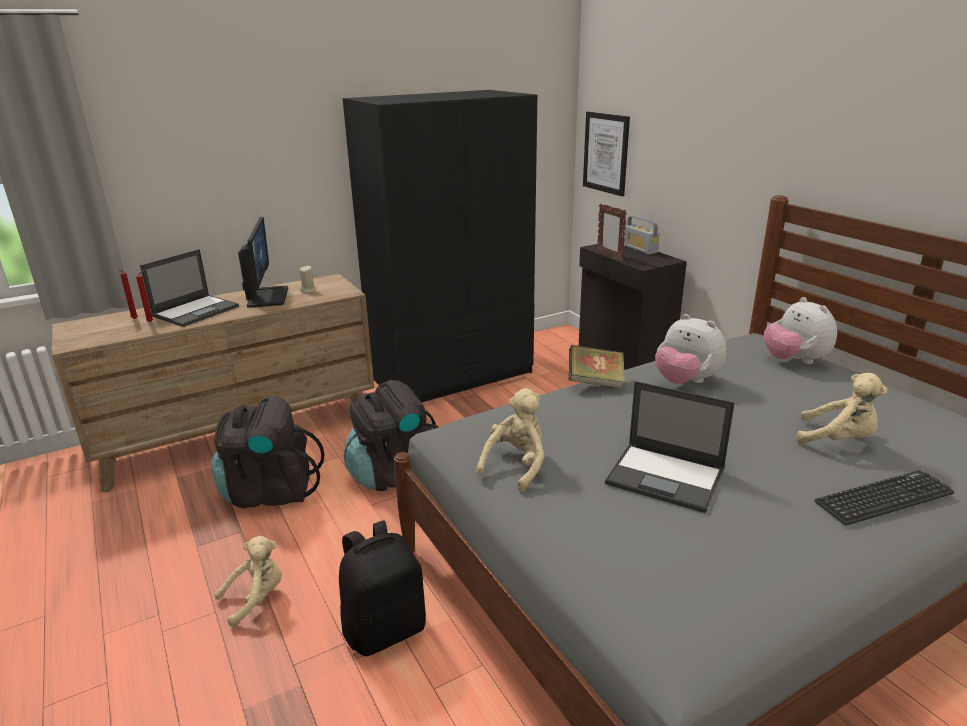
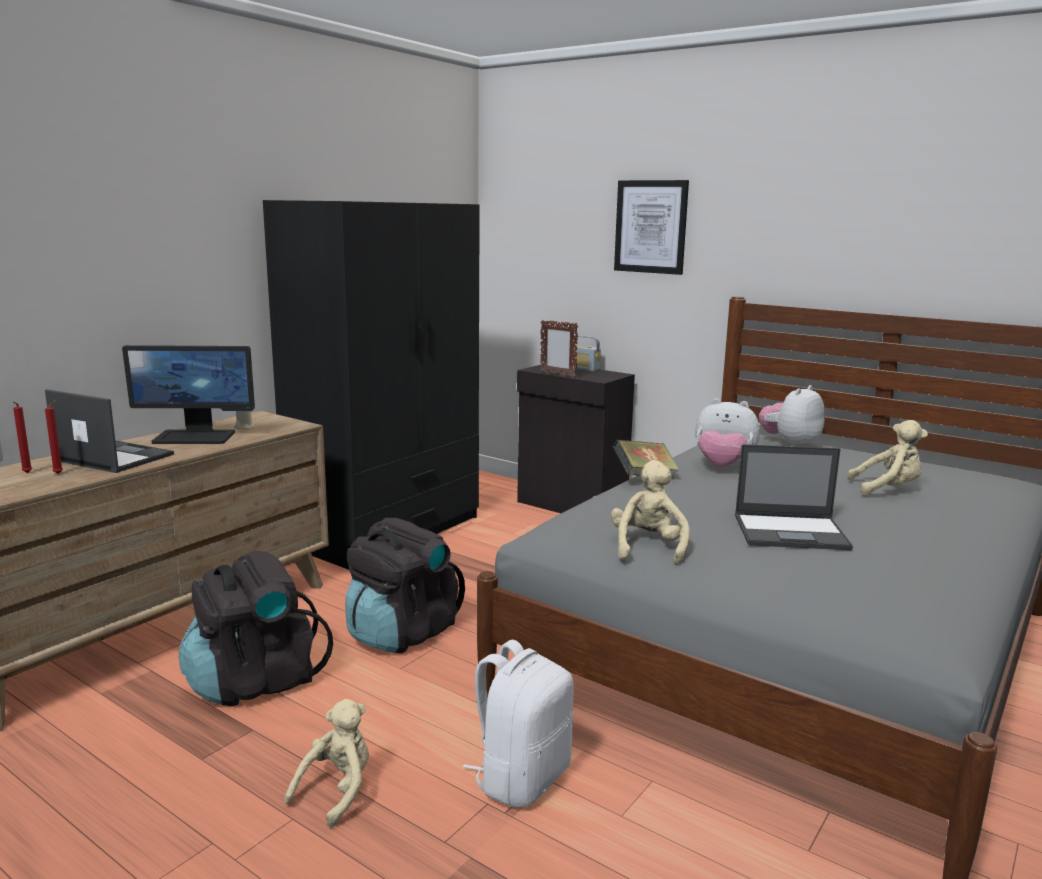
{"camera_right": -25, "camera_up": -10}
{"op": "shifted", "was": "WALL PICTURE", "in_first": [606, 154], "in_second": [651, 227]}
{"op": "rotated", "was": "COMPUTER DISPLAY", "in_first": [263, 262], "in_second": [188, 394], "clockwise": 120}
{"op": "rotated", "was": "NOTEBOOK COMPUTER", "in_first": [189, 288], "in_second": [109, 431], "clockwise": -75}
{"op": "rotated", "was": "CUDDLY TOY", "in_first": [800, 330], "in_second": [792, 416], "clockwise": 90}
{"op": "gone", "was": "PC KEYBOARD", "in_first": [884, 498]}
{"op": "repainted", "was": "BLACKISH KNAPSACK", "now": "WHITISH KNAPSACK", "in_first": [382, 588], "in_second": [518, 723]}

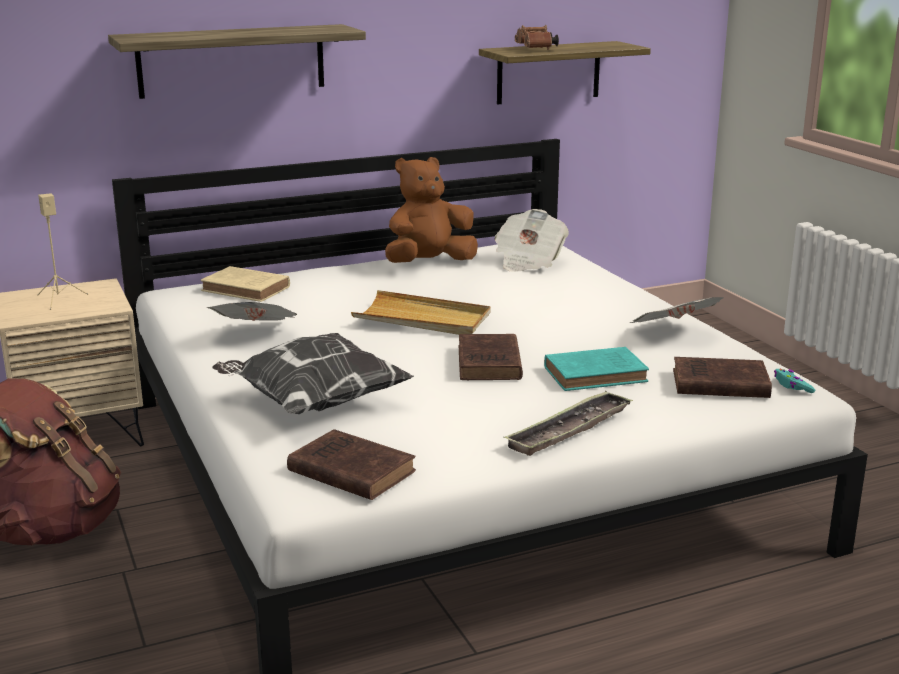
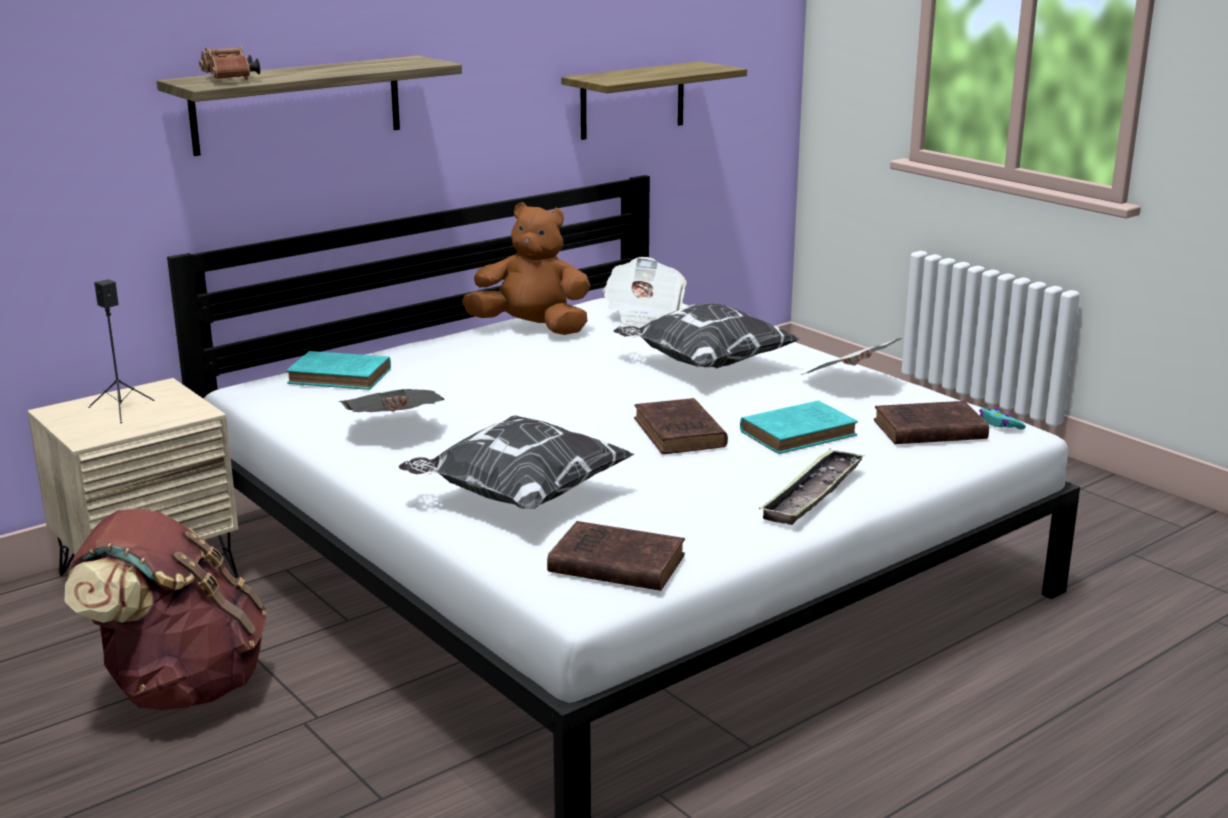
{"camera_right": -15, "camera_up": 0}
{"op": "shifted", "was": "BROWNISH BINOCULARS", "in_first": [537, 37], "in_second": [229, 62]}
{"op": "rotated", "was": "BROWNISH CUDDLY TOY", "in_first": [431, 210], "in_second": [526, 268], "clockwise": 60}
{"op": "repainted", "was": "BEIGE-COLOURED SPEAKER", "now": "BLACKISH SPEAKER", "in_first": [63, 251], "in_second": [121, 351]}
{"op": "repainted", "was": "BEIGE-COLOURED VOLUME", "now": "BLUE-GREEN VOLUME", "in_first": [245, 284], "in_second": [338, 370]}
{"op": "gone", "was": "BEIGE-COLOURED SERVING TRAY", "in_first": [421, 312]}
{"op": "new", "now": "PILLOW", "in_second": [706, 335]}

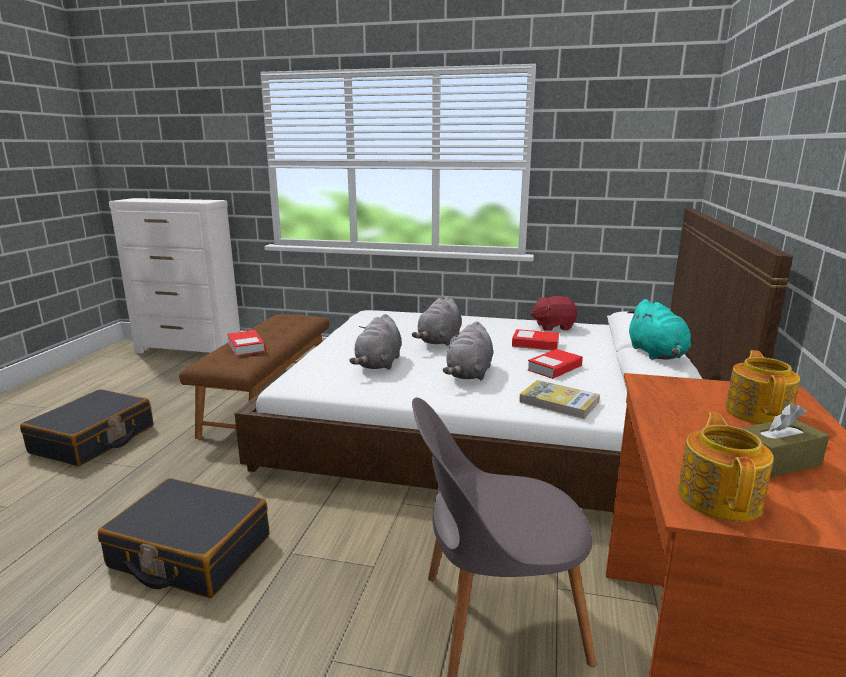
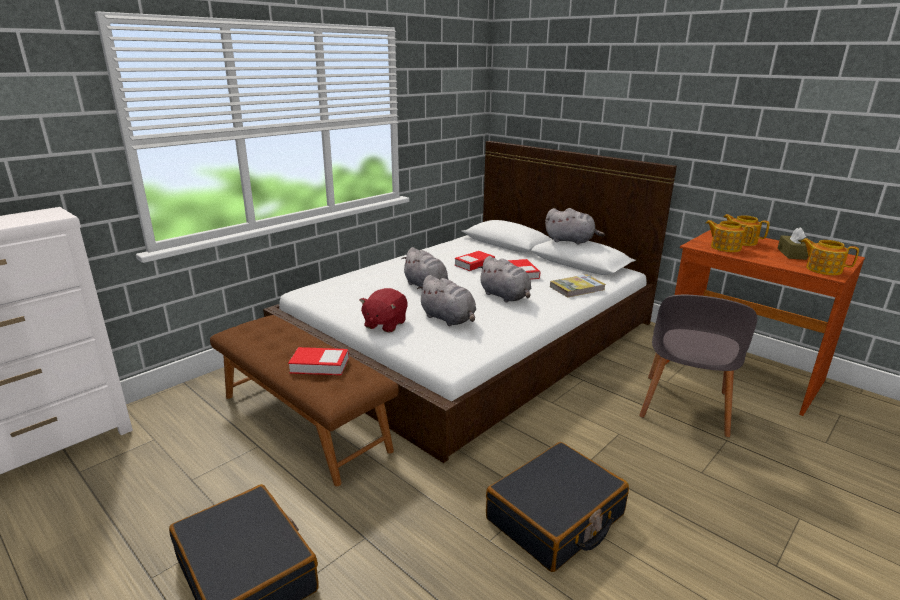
{"camera_right": -60, "camera_up": 5}
{"op": "shifted", "was": "RED CUDDLY TOY", "in_first": [553, 313], "in_second": [384, 310]}
{"op": "repainted", "was": "BLUE-GREEN CUDDLY TOY", "now": "GREY CUDDLY TOY", "in_first": [659, 329], "in_second": [575, 226]}
{"op": "new", "now": "TEAPOT", "in_second": [730, 236]}

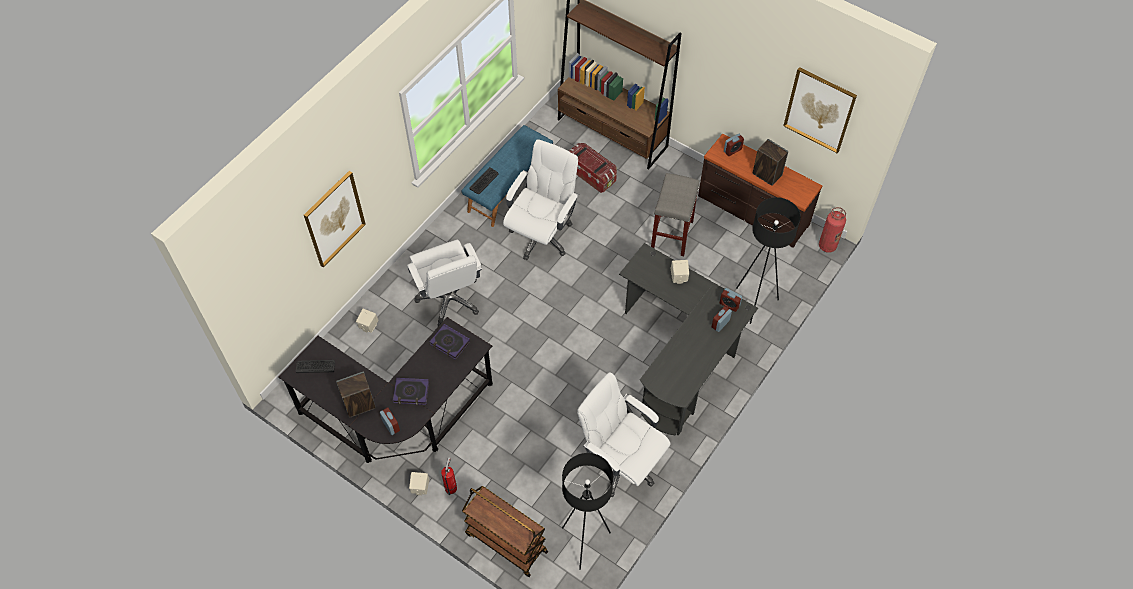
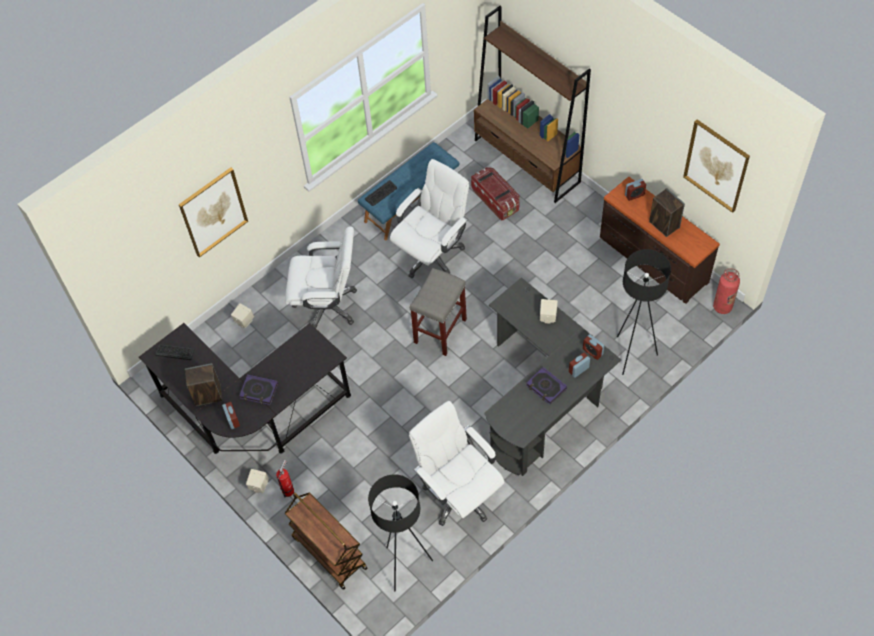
{"camera_right": 15, "camera_up": 0}
{"op": "shifted", "was": "GREY STOOL SEAT", "in_first": [675, 214], "in_second": [438, 312]}
{"op": "rotated", "was": "WHITISH COMPUTER CHAIR", "in_first": [444, 283], "in_second": [321, 277], "clockwise": -75}
{"op": "shifted", "was": "VOLUME", "in_first": [449, 342], "in_second": [546, 386]}

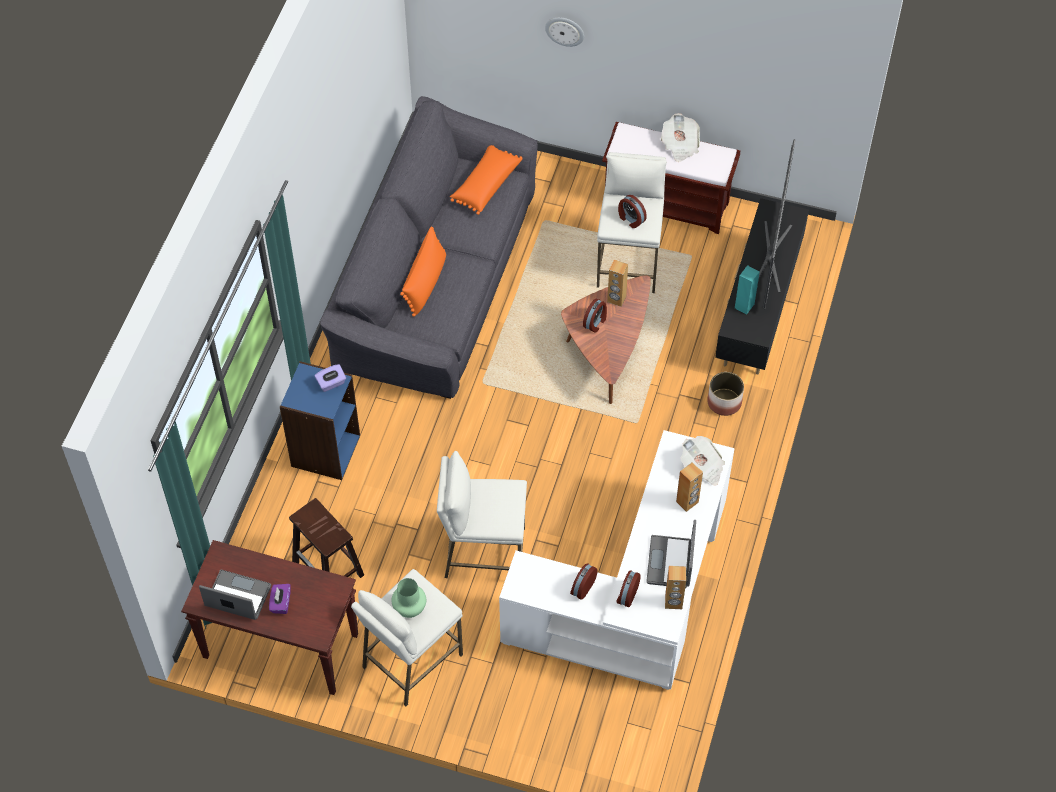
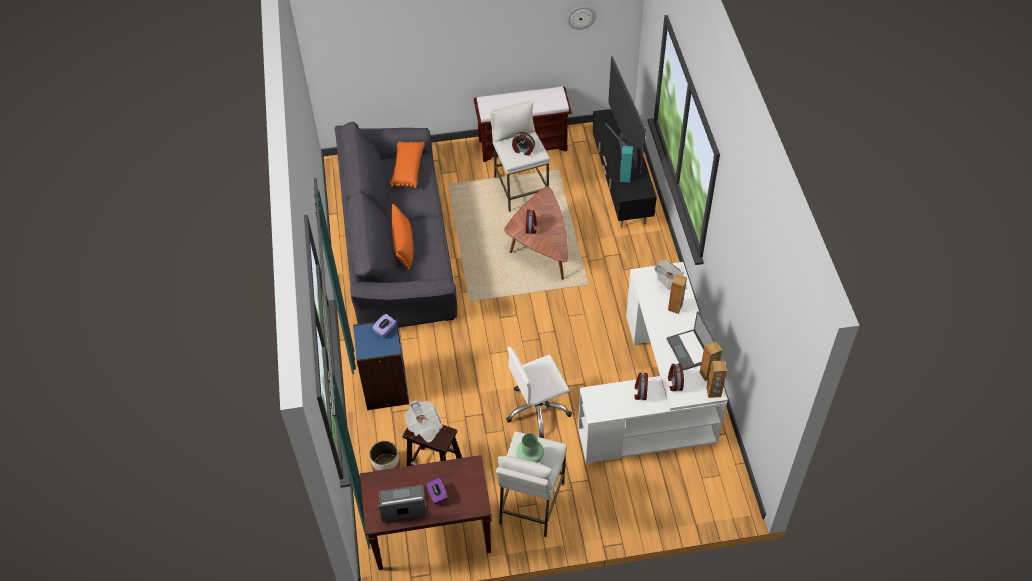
{"camera_right": -25, "camera_up": -5}
{"op": "shifted", "was": "WALL CLOCK", "in_first": [564, 32], "in_second": [581, 18]}
{"op": "shifted", "was": "PRINTED PAPER", "in_first": [680, 137], "in_second": [424, 421]}
{"op": "shifted", "was": "BROWNISH SPEAKER", "in_first": [617, 283], "in_second": [716, 379]}
{"op": "shifted", "was": "PLANT POT", "in_first": [725, 394], "in_second": [384, 456]}
{"op": "swapped", "was": "WHITISH STOOL SEAT", "now": "WHITISH COMPUTER CHAIR", "in_first": [482, 514], "in_second": [539, 392]}

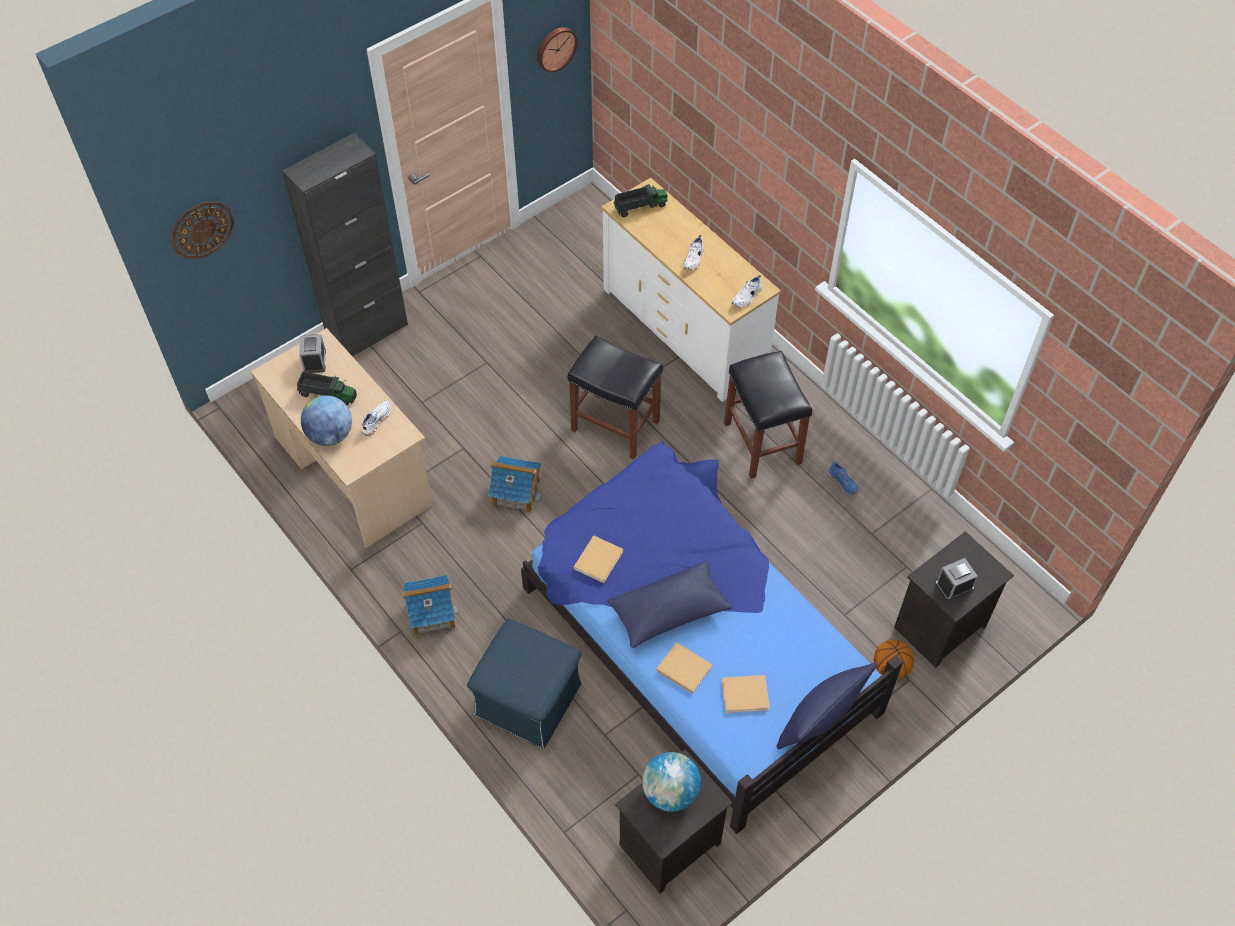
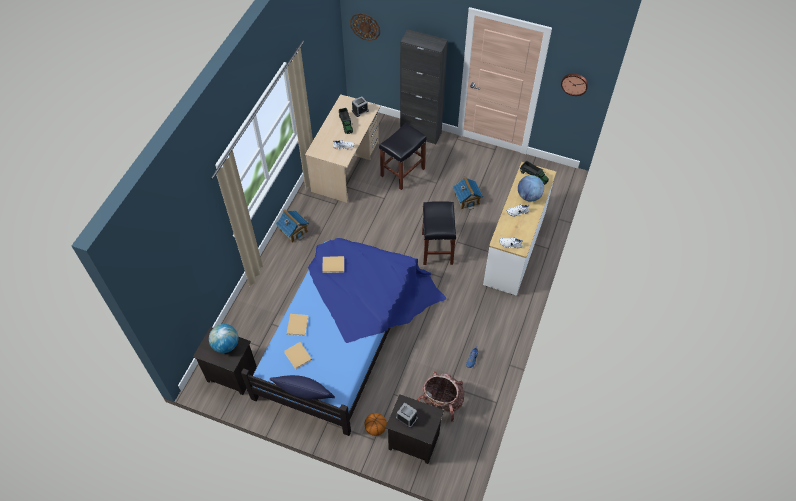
{"camera_right": 60, "camera_up": 0}
{"op": "shifted", "was": "BLACKISH STOOL SEAT", "in_first": [768, 415], "in_second": [403, 156]}
{"op": "shifted", "was": "GLOBE", "in_first": [326, 420], "in_second": [531, 188]}
{"op": "shifted", "was": "MINIATURE HOUSE", "in_first": [515, 484], "in_second": [468, 193]}
{"op": "gone", "was": "BLUE-COLOURED PILLOW", "in_first": [669, 604]}
{"op": "gone", "was": "BLUE-COLOURED FOOTREST", "in_first": [524, 684]}
{"op": "new", "now": "KNAPSACK", "in_second": [440, 396]}

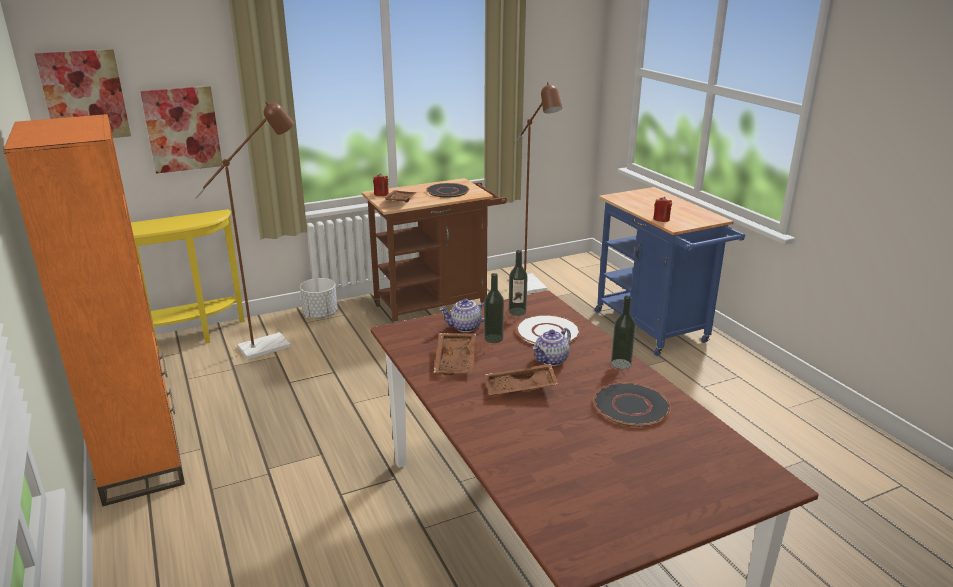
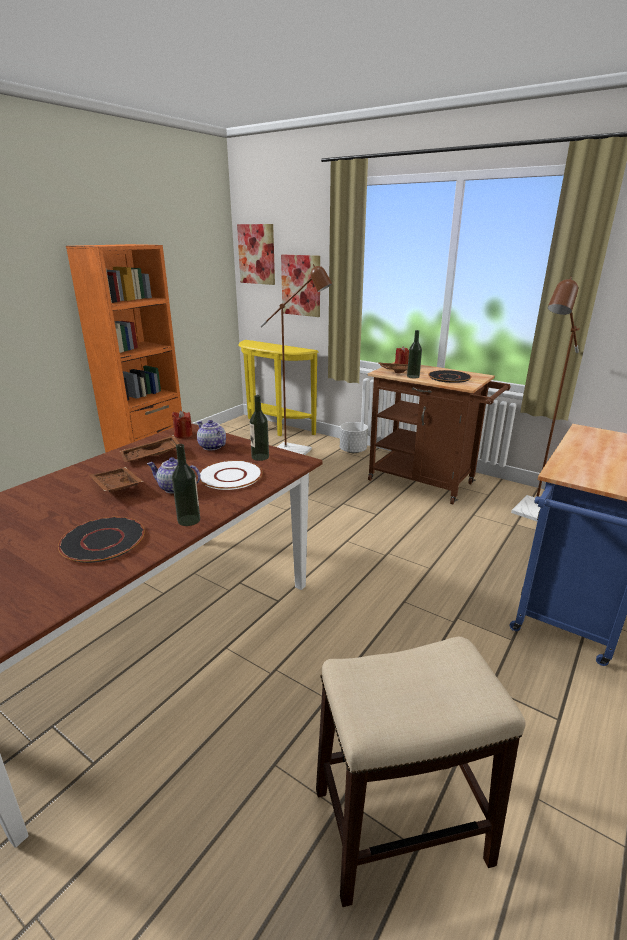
{"camera_right": 60, "camera_up": 0}
{"op": "shifted", "was": "RED WAX CANDLE", "in_first": [662, 209], "in_second": [182, 424]}
{"op": "shifted", "was": "BOTTLE", "in_first": [494, 308], "in_second": [414, 354]}
{"op": "new", "now": "STOOL SEAT", "in_second": [421, 771]}

